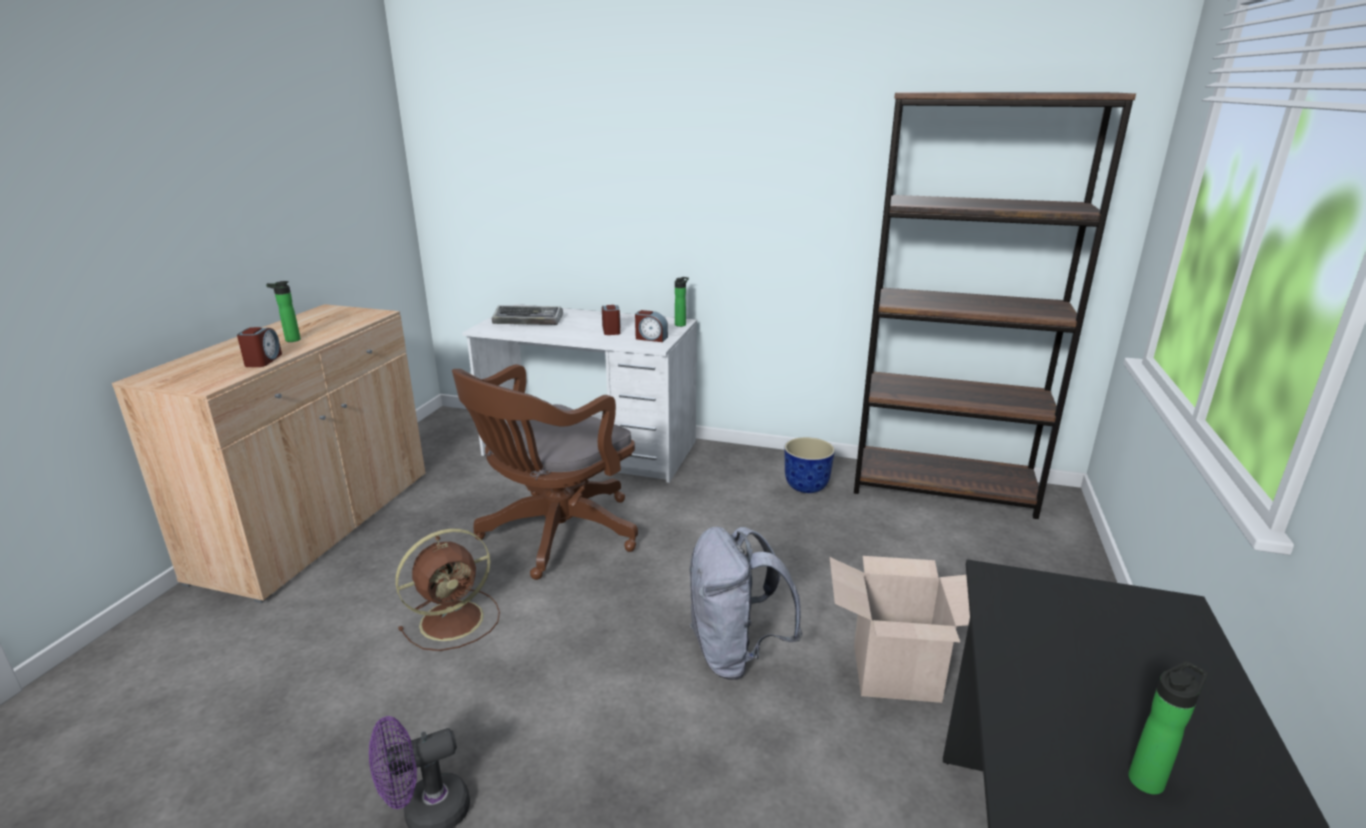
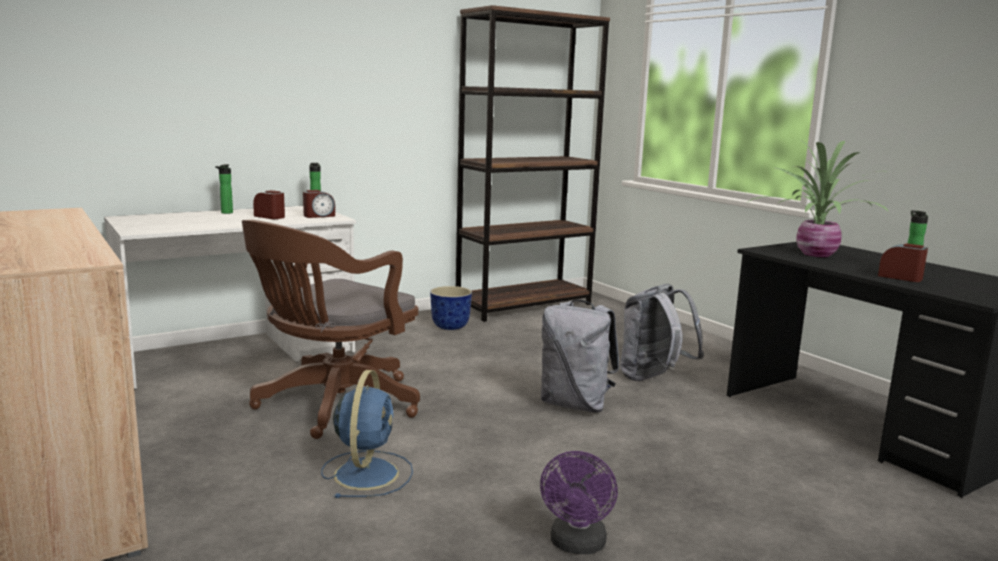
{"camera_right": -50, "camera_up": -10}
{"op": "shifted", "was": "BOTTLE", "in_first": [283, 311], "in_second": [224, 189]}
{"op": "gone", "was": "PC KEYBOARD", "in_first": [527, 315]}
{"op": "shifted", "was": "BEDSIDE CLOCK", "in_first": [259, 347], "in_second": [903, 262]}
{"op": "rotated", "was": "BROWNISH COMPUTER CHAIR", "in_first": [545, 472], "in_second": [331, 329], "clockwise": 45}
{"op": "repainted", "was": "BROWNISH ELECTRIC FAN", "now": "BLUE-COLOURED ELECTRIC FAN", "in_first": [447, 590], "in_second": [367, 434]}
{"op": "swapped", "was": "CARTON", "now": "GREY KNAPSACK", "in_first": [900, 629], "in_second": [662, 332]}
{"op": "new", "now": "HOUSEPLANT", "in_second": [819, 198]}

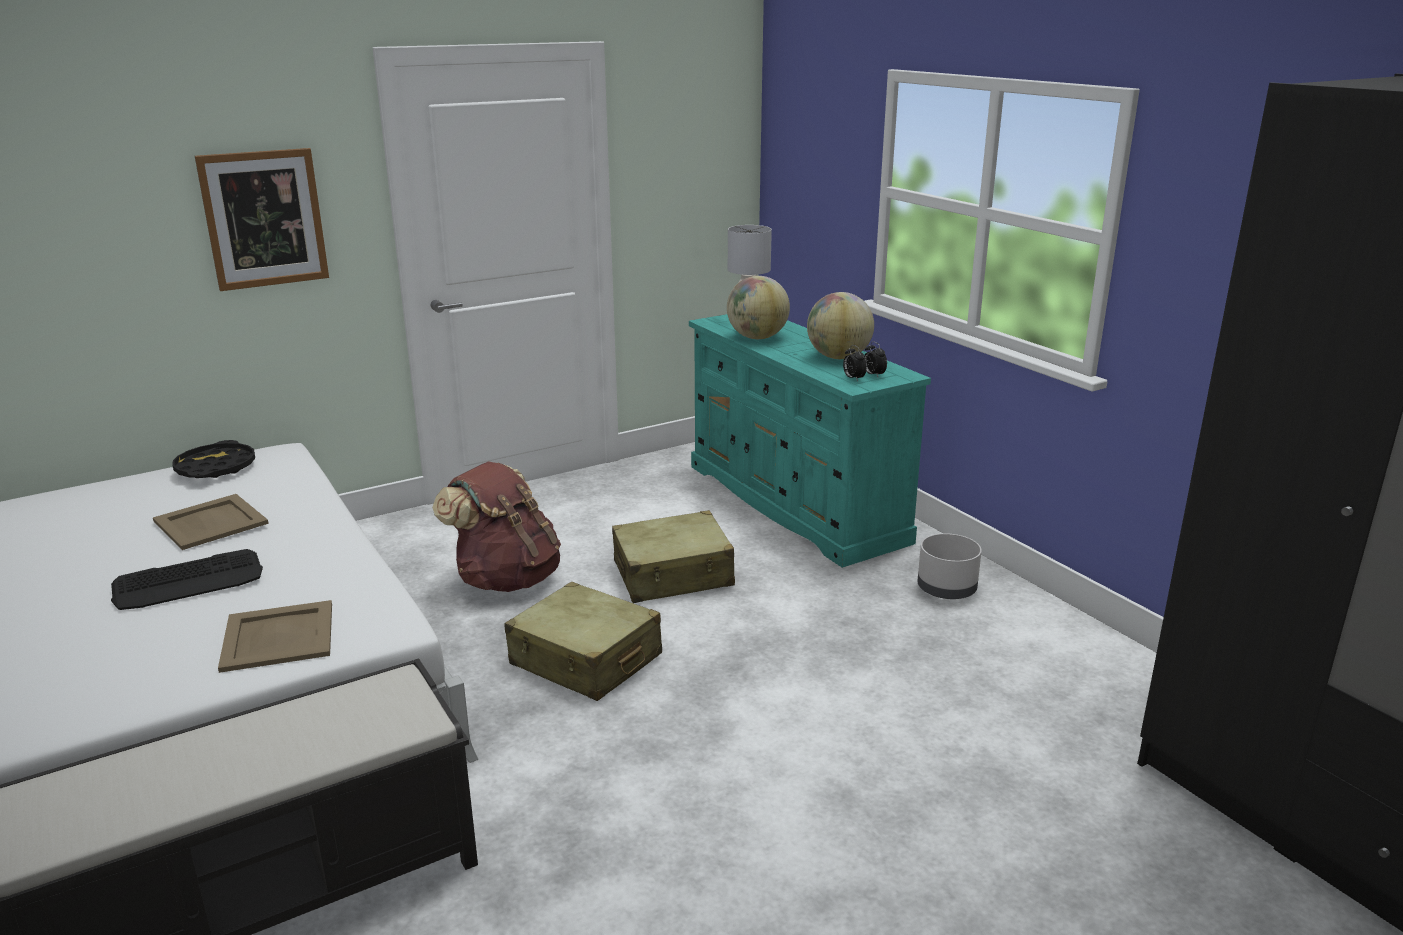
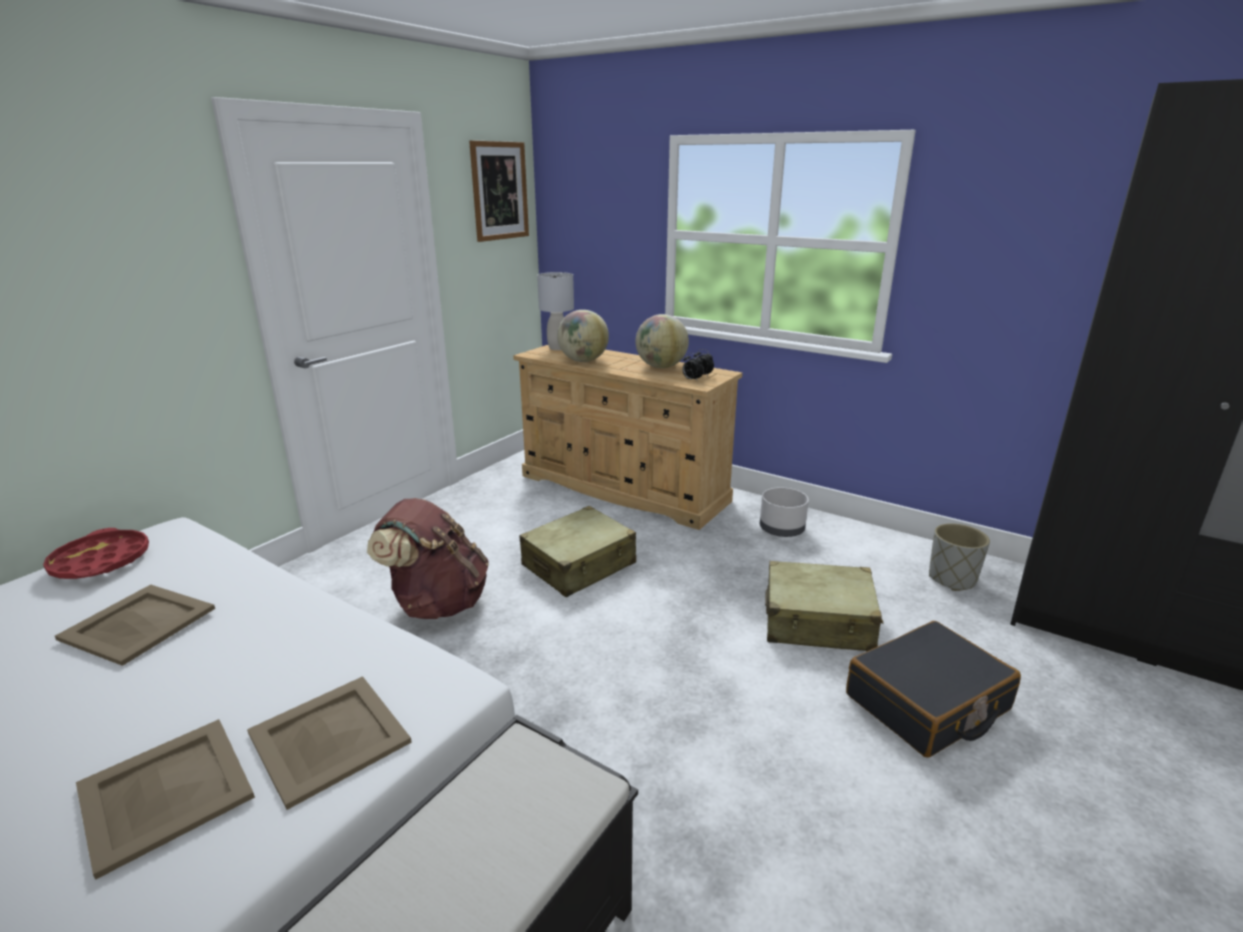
{"camera_right": -25, "camera_up": 0}
{"op": "shifted", "was": "WALL PICTURE", "in_first": [262, 219], "in_second": [499, 191]}
{"op": "repainted", "was": "BLUE-GREEN DRAWER CHEST", "now": "BEIGE-COLOURED DRAWER CHEST", "in_first": [810, 441], "in_second": [628, 437]}
{"op": "repainted", "was": "BLACKISH SERVING TRAY", "now": "RED SERVING TRAY", "in_first": [213, 459], "in_second": [96, 553]}
{"op": "gone", "was": "PC KEYBOARD", "in_first": [187, 579]}
{"op": "shifted", "was": "BEIGE-COLOURED TRAVEL CASE", "in_first": [583, 641], "in_second": [824, 606]}
{"op": "new", "now": "GREY PLANT POT", "in_second": [959, 557]}
{"op": "new", "now": "BLACKISH TRAVEL CASE", "in_second": [933, 689]}
{"op": "new", "now": "BEIGE-COLOURED SERVING TRAY", "in_second": [165, 799]}

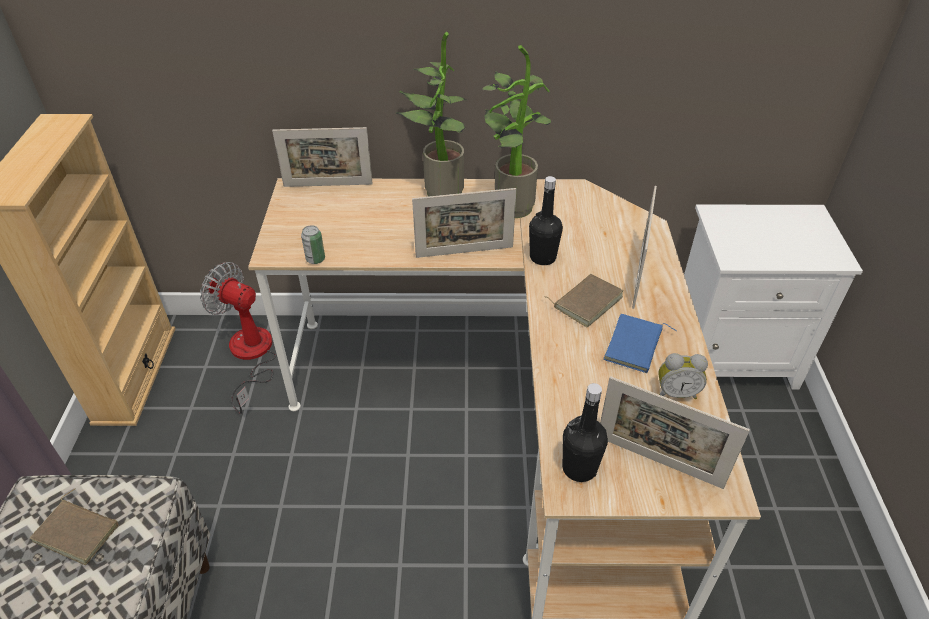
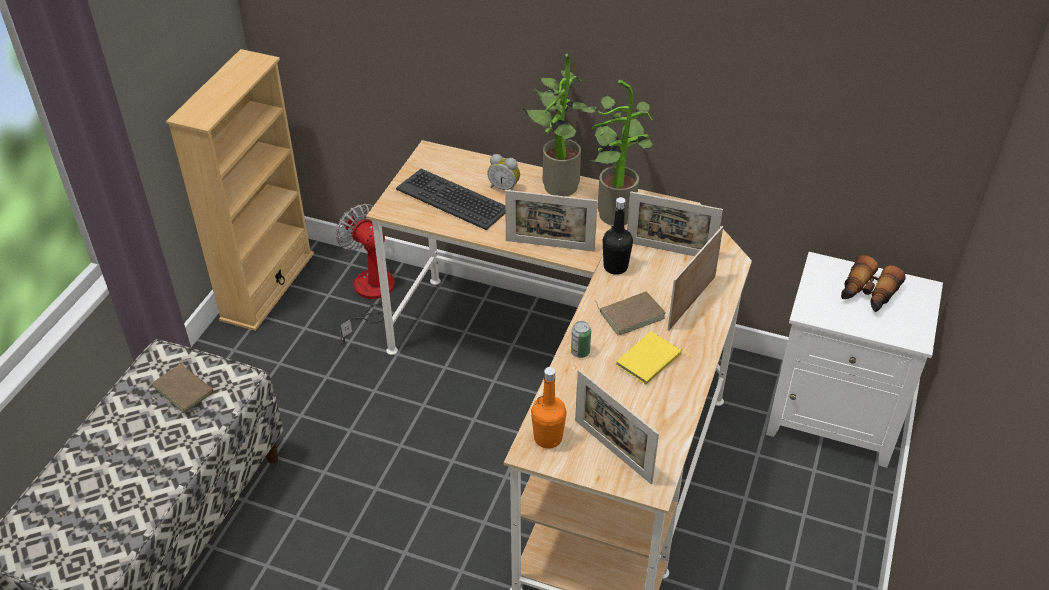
{"camera_right": 20, "camera_up": 0}
{"op": "shifted", "was": "PHOTO FRAME", "in_first": [322, 157], "in_second": [675, 224]}
{"op": "shifted", "was": "SEALED CAN", "in_first": [313, 244], "in_second": [581, 339]}
{"op": "repainted", "was": "BLUE-COLOURED VOLUME", "now": "YELLOW VOLUME", "in_first": [640, 343], "in_second": [653, 358]}
{"op": "shifted", "was": "BEDSIDE CLOCK", "in_first": [683, 376], "in_second": [503, 172]}
{"op": "repainted", "was": "BLACKISH BOTTLE", "now": "ORANGE-COLOURED BOTTLE", "in_first": [585, 432], "in_second": [549, 408]}
{"op": "new", "now": "PC KEYBOARD", "in_second": [450, 199]}
{"op": "new", "now": "BINOCULARS", "in_second": [873, 283]}

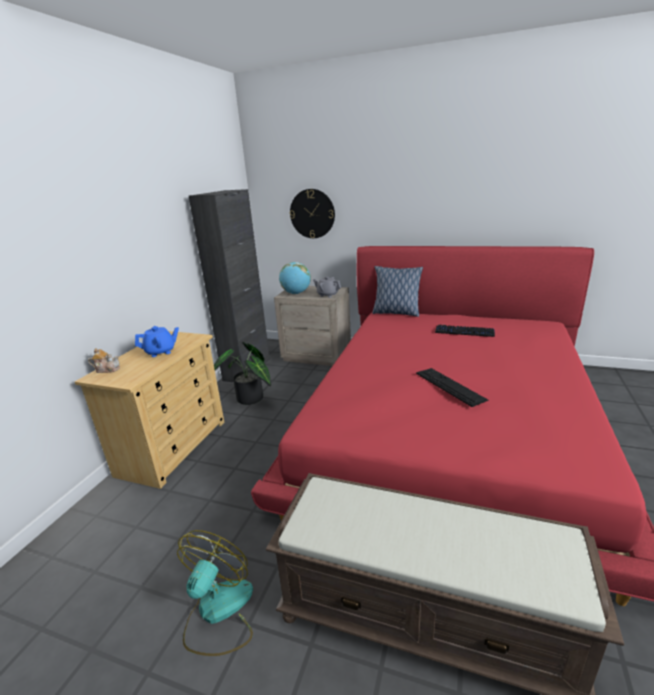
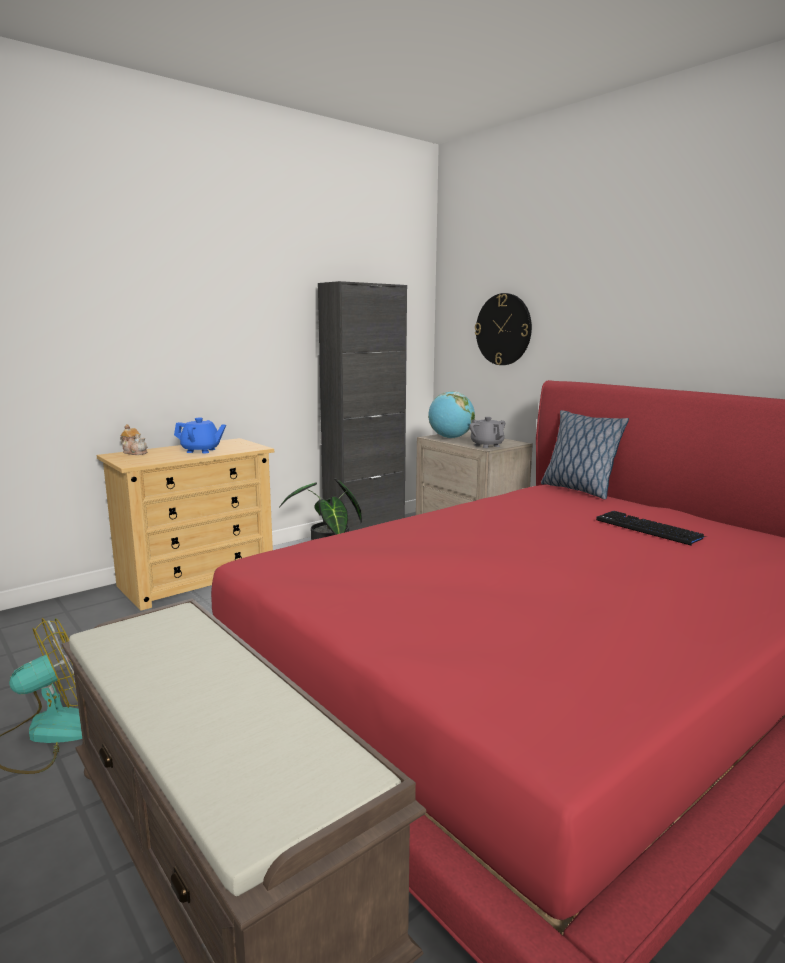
{"camera_right": 30, "camera_up": -10}
{"op": "gone", "was": "PC KEYBOARD", "in_first": [452, 387]}

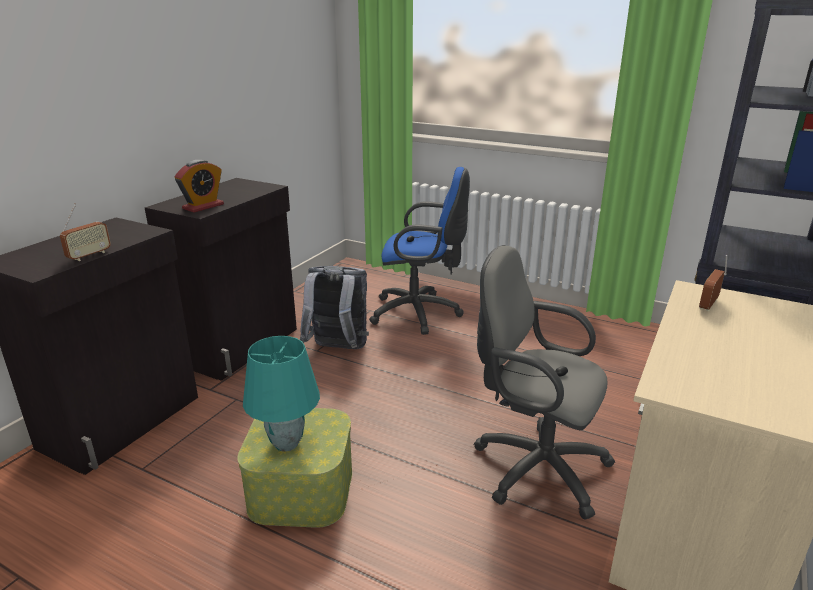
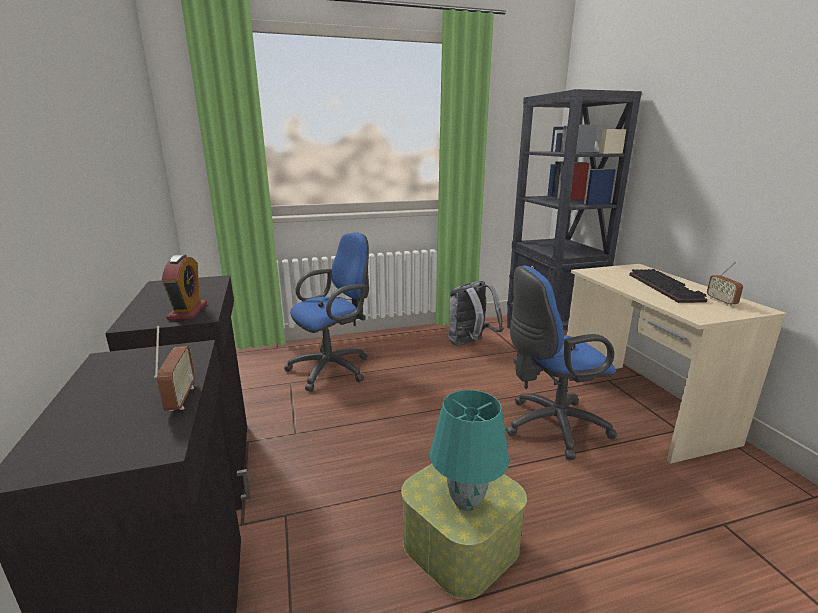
{"camera_right": -45, "camera_up": -5}
{"op": "repainted", "was": "GREY COMPUTER CHAIR", "now": "BLUE-COLOURED COMPUTER CHAIR", "in_first": [544, 382], "in_second": [561, 363]}
{"op": "shifted", "was": "RADIO", "in_first": [713, 283], "in_second": [725, 284]}
{"op": "shifted", "was": "GREY KNAPSACK", "in_first": [334, 307], "in_second": [476, 313]}
{"op": "new", "now": "PC KEYBOARD", "in_second": [668, 286]}

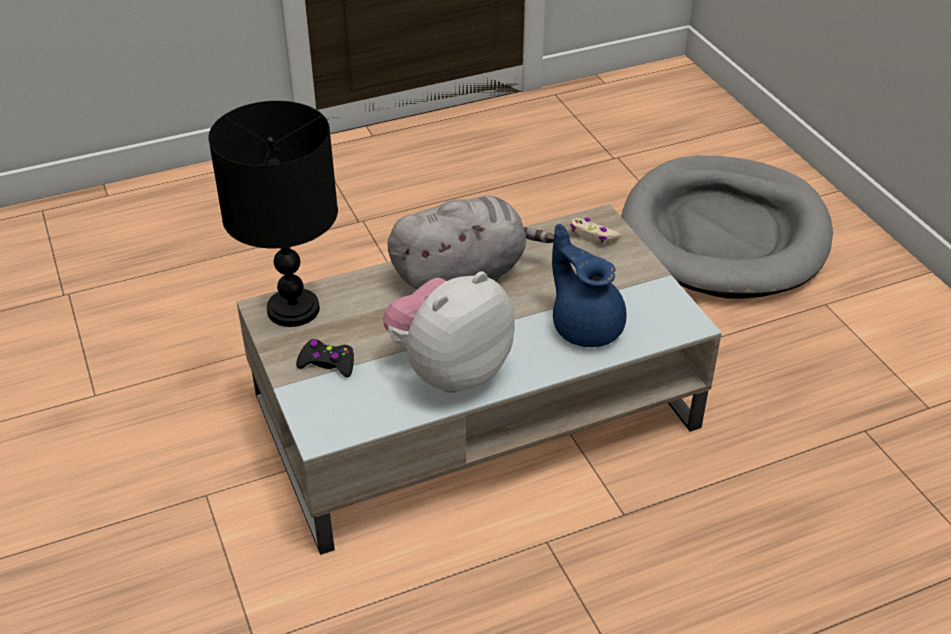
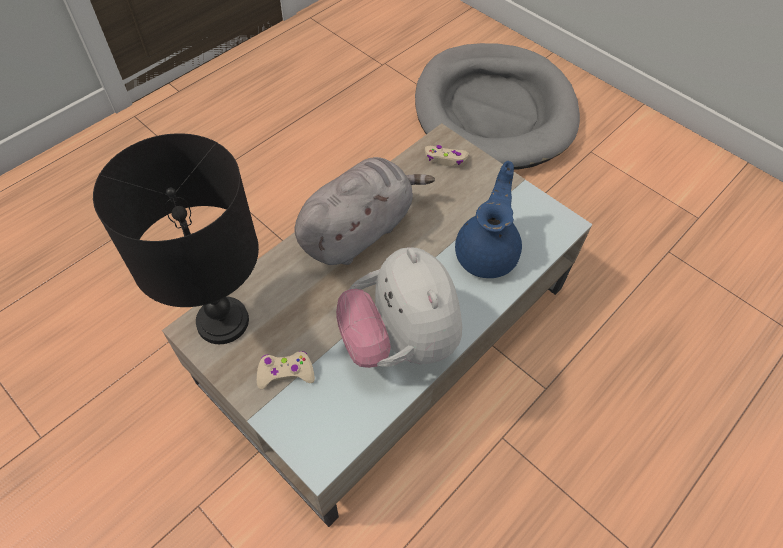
{"camera_right": -25, "camera_up": 15}
{"op": "rotated", "was": "BLUE-COLOURED TEAPOT", "in_first": [589, 285], "in_second": [488, 219], "clockwise": 75}
{"op": "rotated", "was": "CUDDLY TOY", "in_first": [448, 332], "in_second": [399, 307], "clockwise": -45}
{"op": "repainted", "was": "BLACKISH GAMEPAD", "now": "BEIGE-COLOURED GAMEPAD", "in_first": [325, 358], "in_second": [286, 370]}

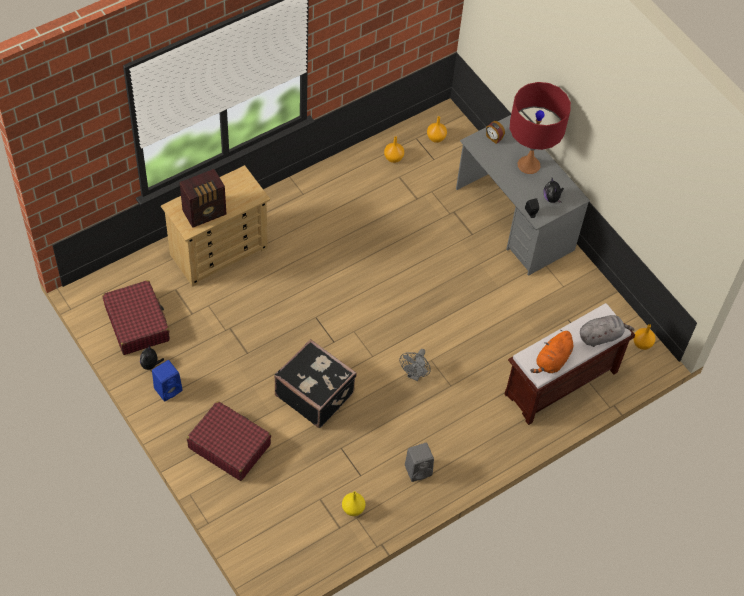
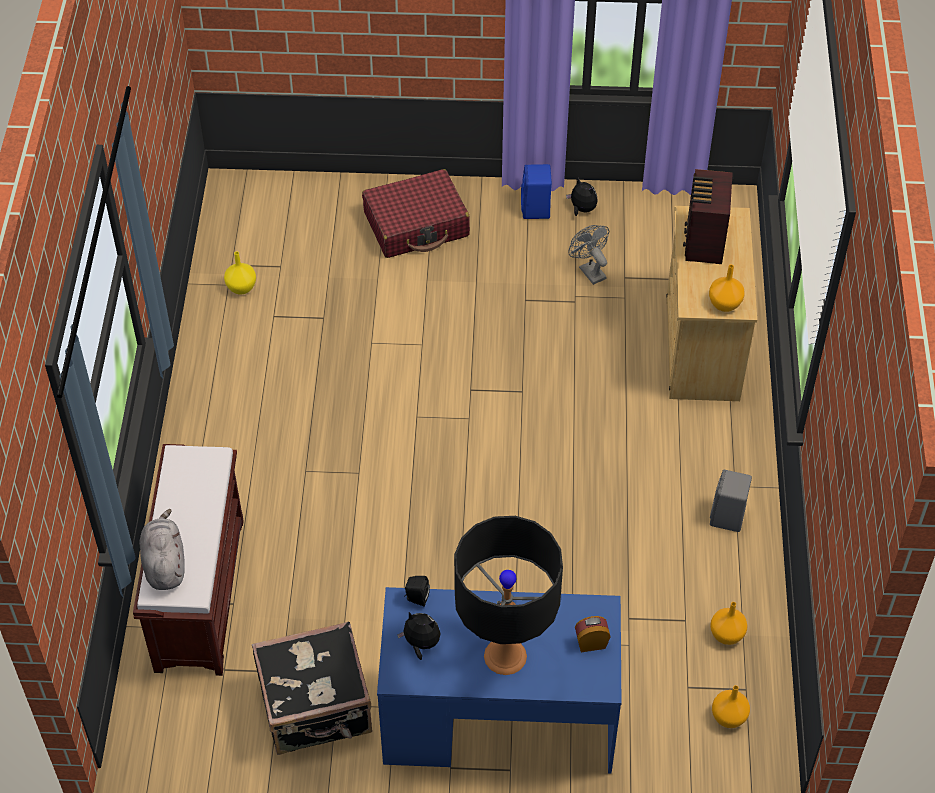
{"camera_right": 130, "camera_up": -5}
{"op": "repainted", "was": "RED TABLETOP LAMP", "now": "BLACKISH TABLETOP LAMP", "in_first": [540, 128], "in_second": [508, 595]}
{"op": "repainted", "was": "GREY DESK UNIT", "now": "BLUE-COLOURED DESK UNIT", "in_first": [523, 195], "in_second": [499, 680]}
{"op": "gone", "was": "RED TRAVEL CASE", "in_first": [136, 317]}
{"op": "rotated", "was": "GREY CUDDLY TOY", "in_first": [607, 331], "in_second": [162, 549], "clockwise": 150}
{"op": "shifted", "was": "ORANGE-COLOURED DECORATIVE VASE", "in_first": [644, 337], "in_second": [727, 288]}
{"op": "gone", "was": "ORANGE-COLOURED CUDDLY TOY", "in_first": [551, 351]}
{"op": "shifted", "was": "BLACKISH TRAVEL CASE", "in_first": [315, 383], "in_second": [312, 688]}
{"op": "shifted", "was": "GREY ELECTRIC FAN", "in_first": [415, 365], "in_second": [588, 255]}
{"op": "shifted", "was": "GREY SPEAKER", "in_first": [419, 462], "in_second": [731, 501]}

